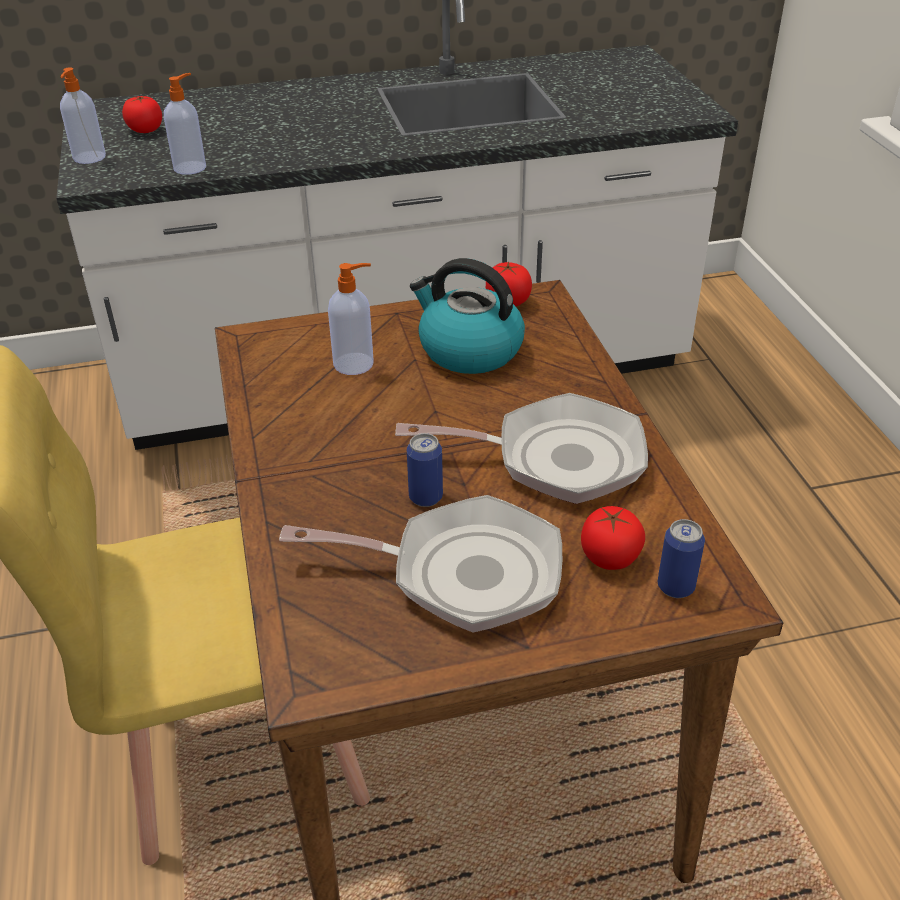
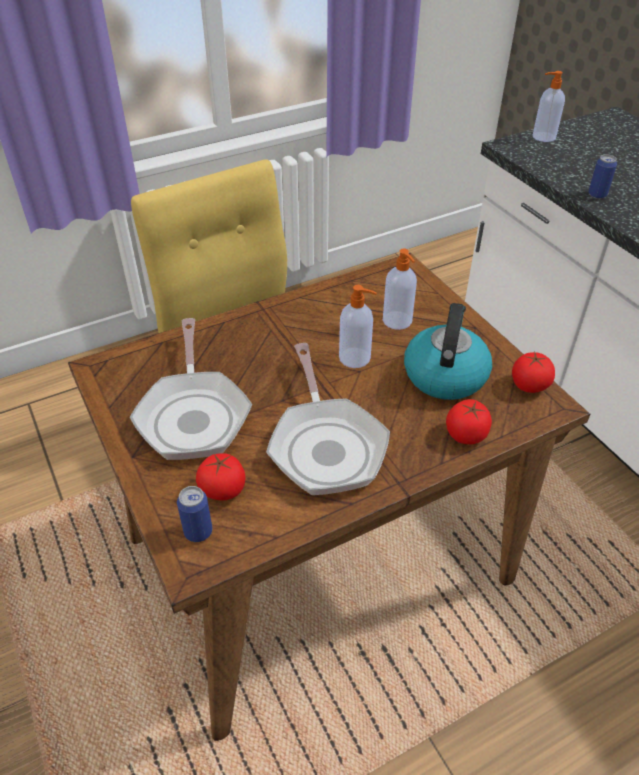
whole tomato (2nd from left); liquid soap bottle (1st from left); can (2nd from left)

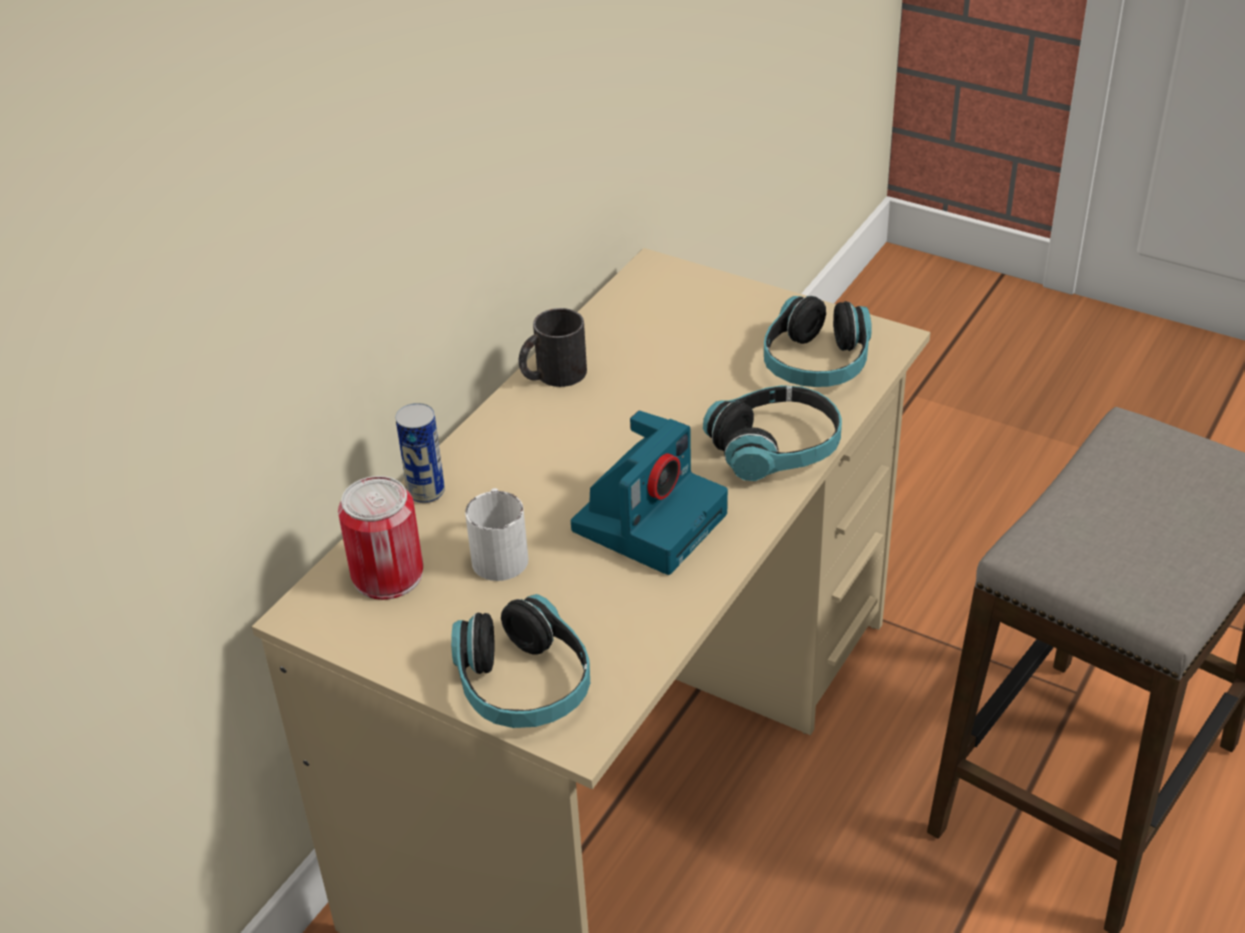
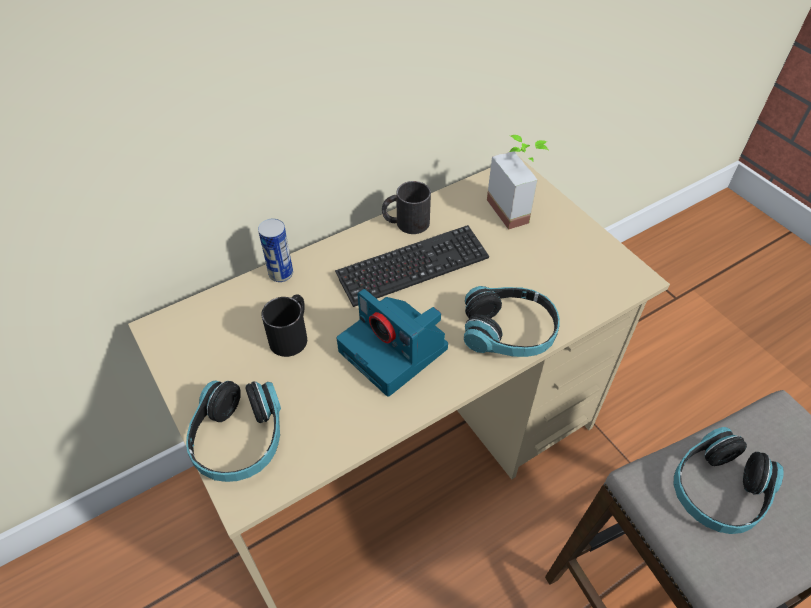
can (1st from left in the first image); computer keyboard; potted plant; pair of headphones (3rd from left); blackish tea mug (1st from left); photo camera

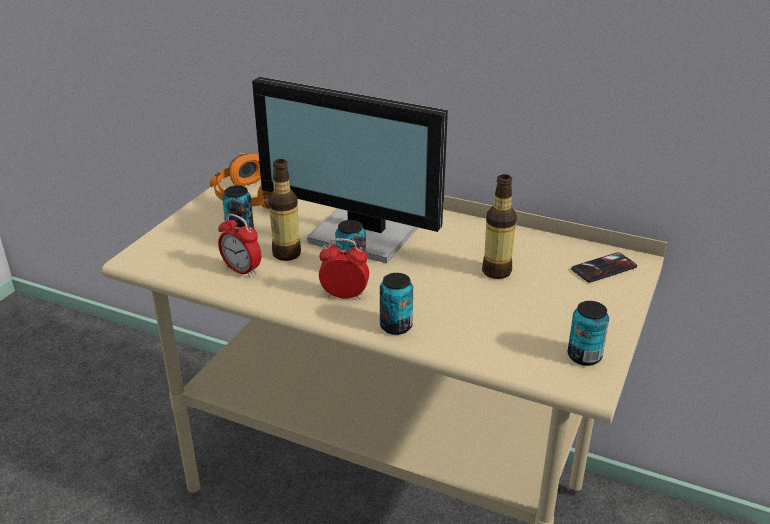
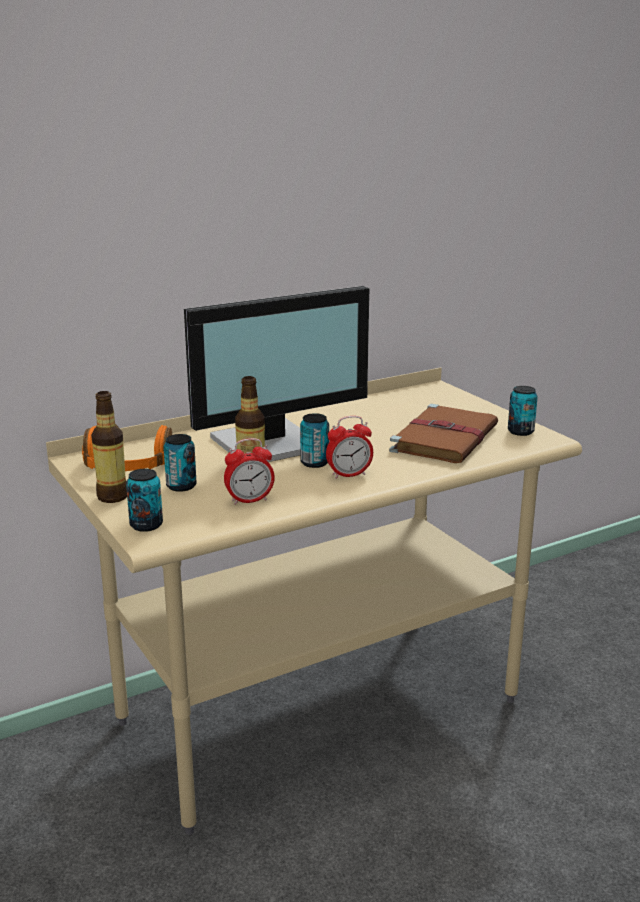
phone; brownish volume; can (1st from left); drink bottle (1st from left); table clock (2nd from left)

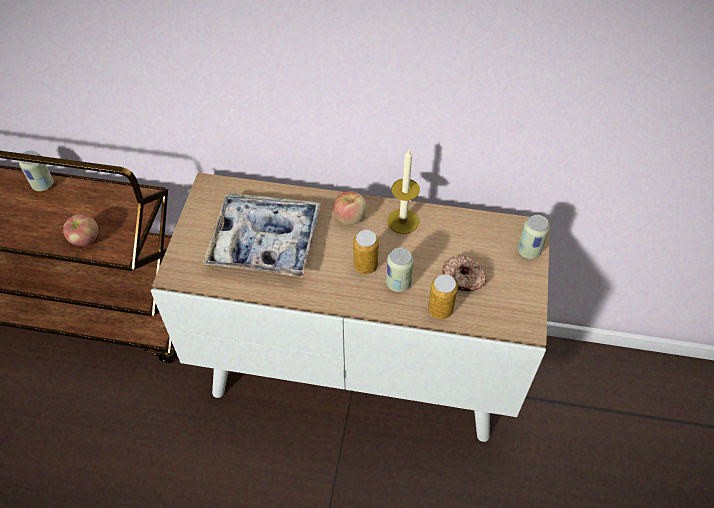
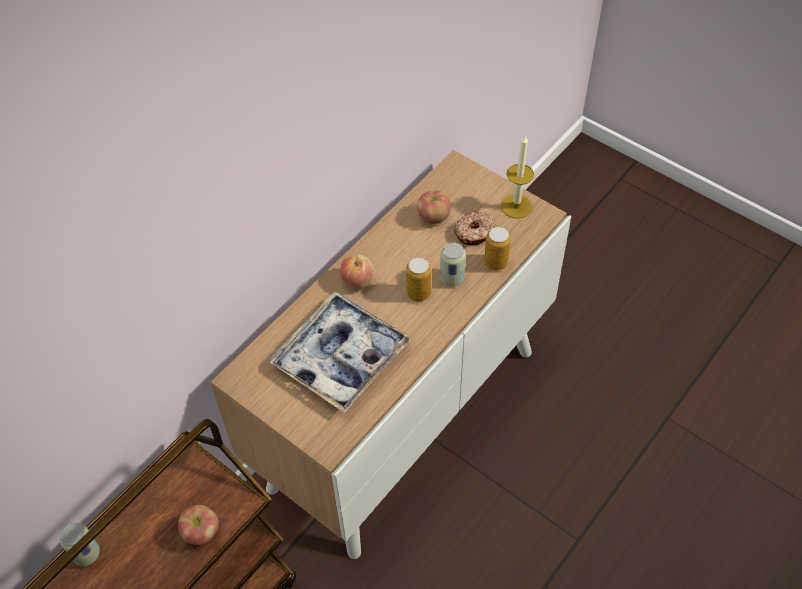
can (5th from left in the first image); whole apple (3rd from left); wax light

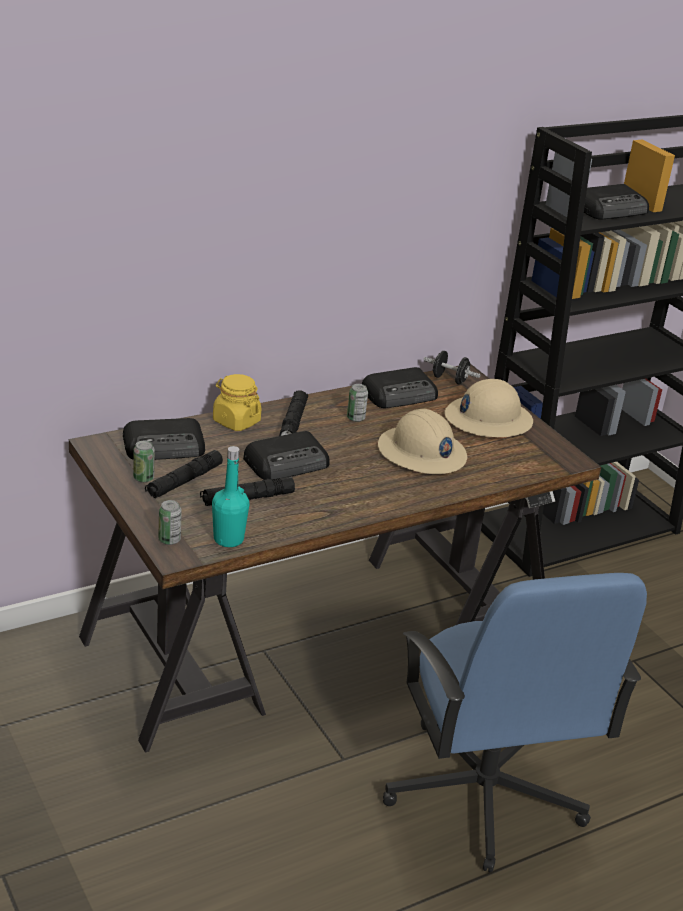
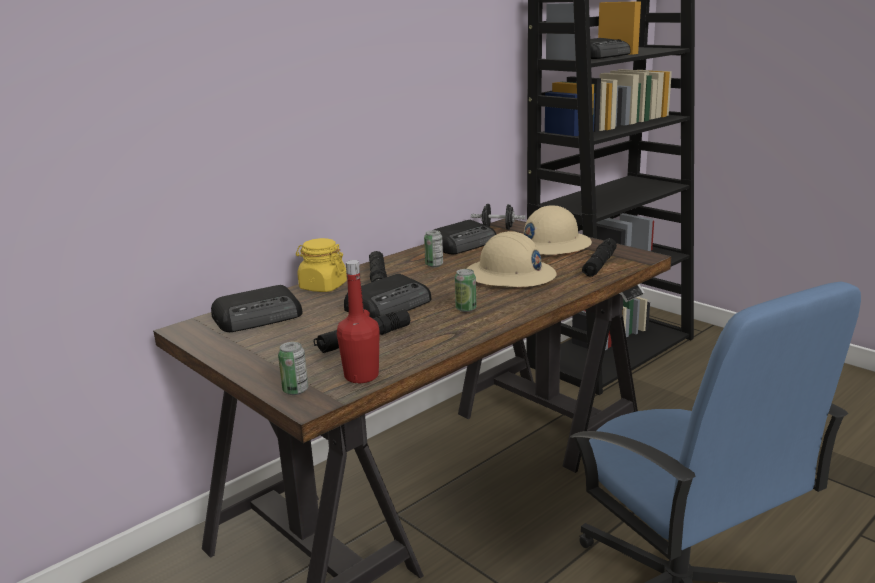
can (3rd from left); blackish torch (3rd from left); reddish drink bottle

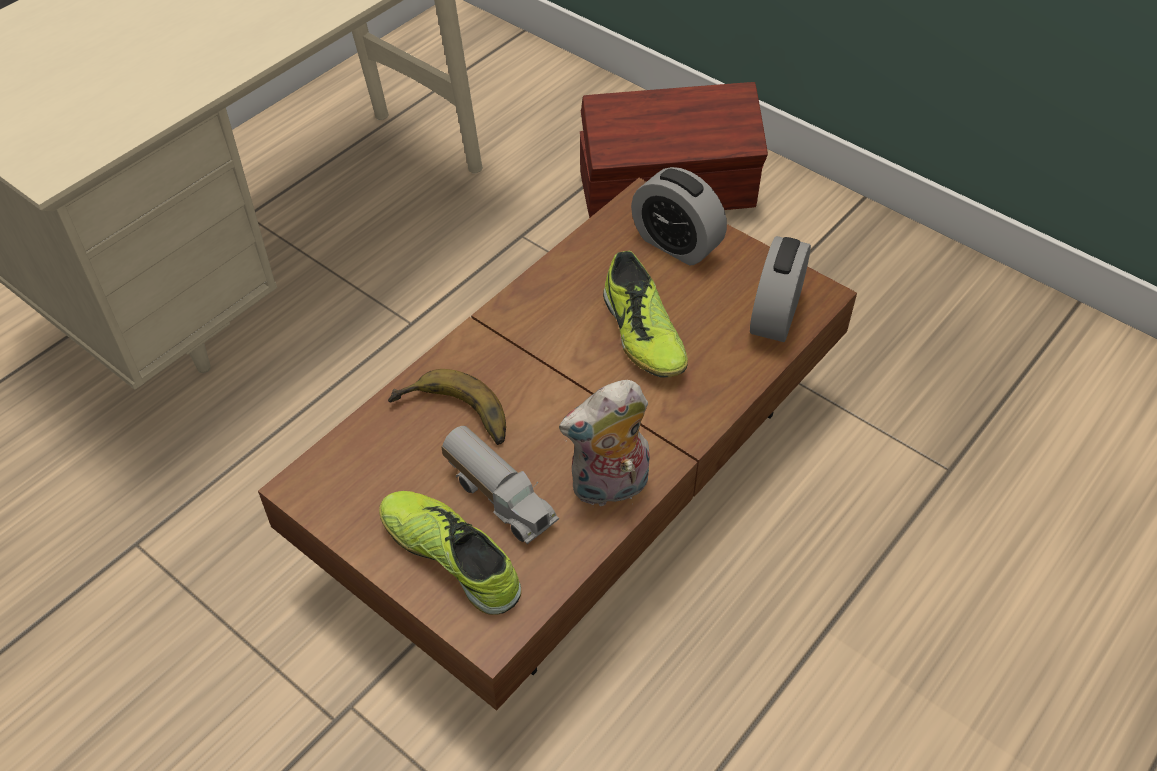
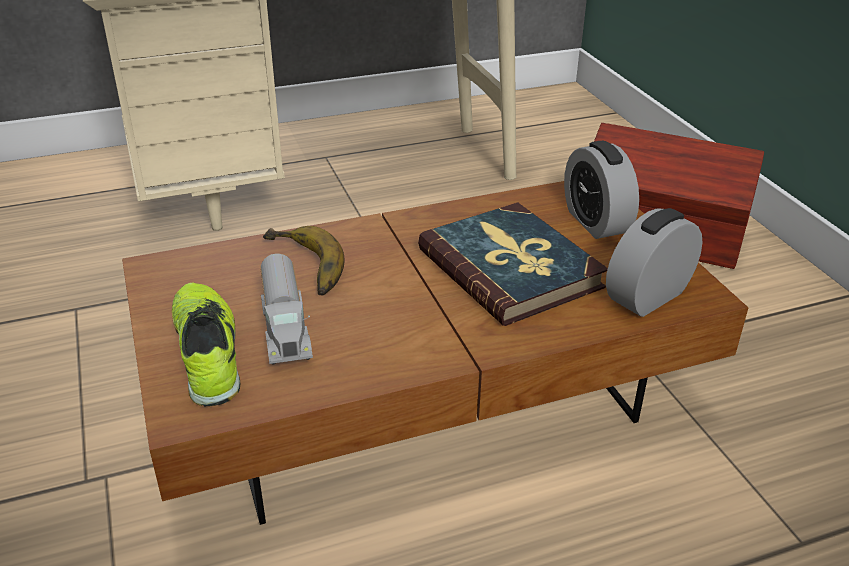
cuddly toy; volume

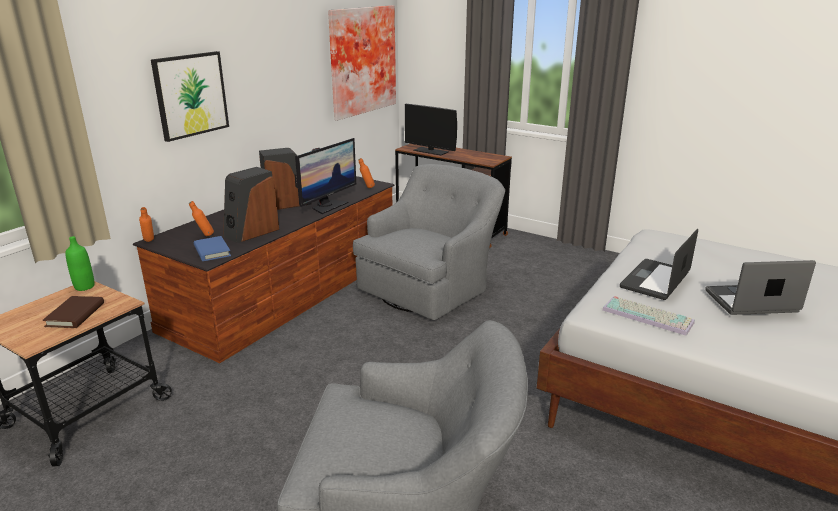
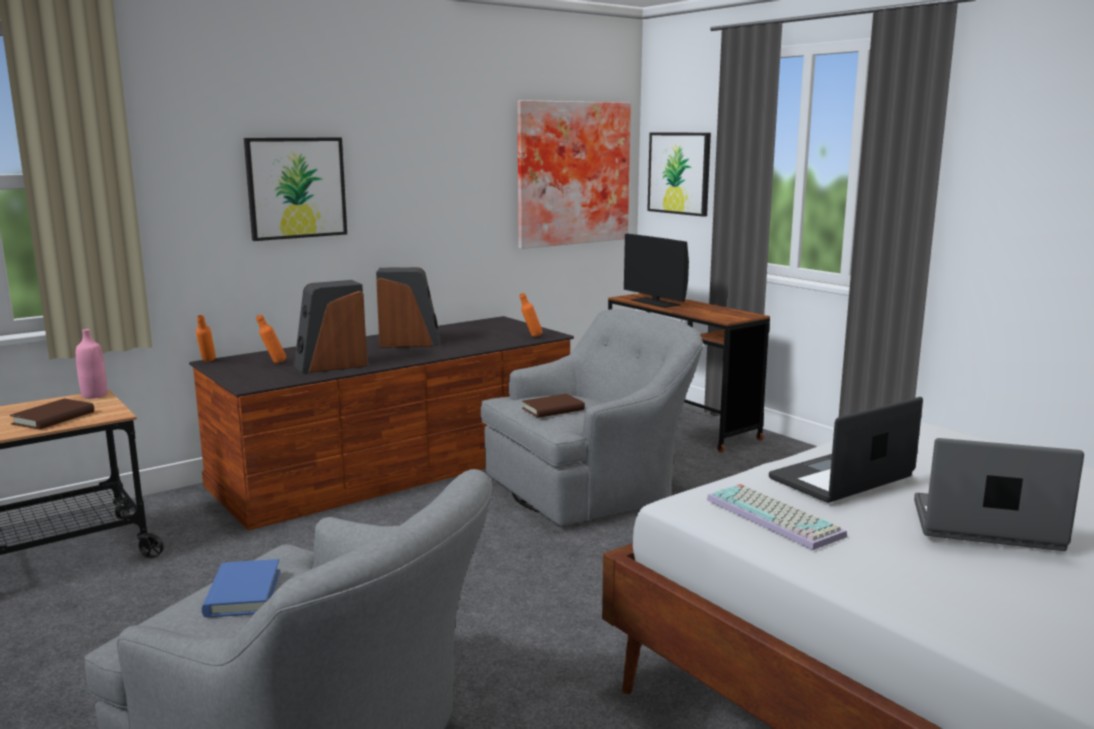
computer display (1st from left in the first image); brownish volume (2nd from left); picture (3rd from left); blue volume; pink drink bottle

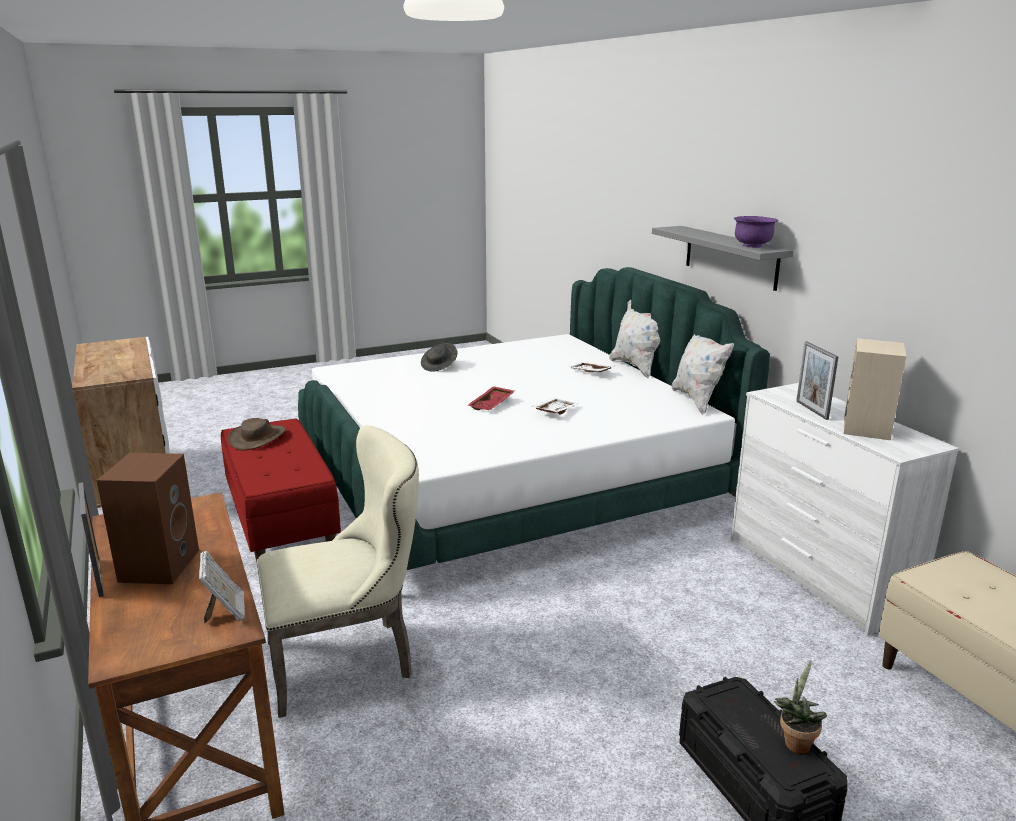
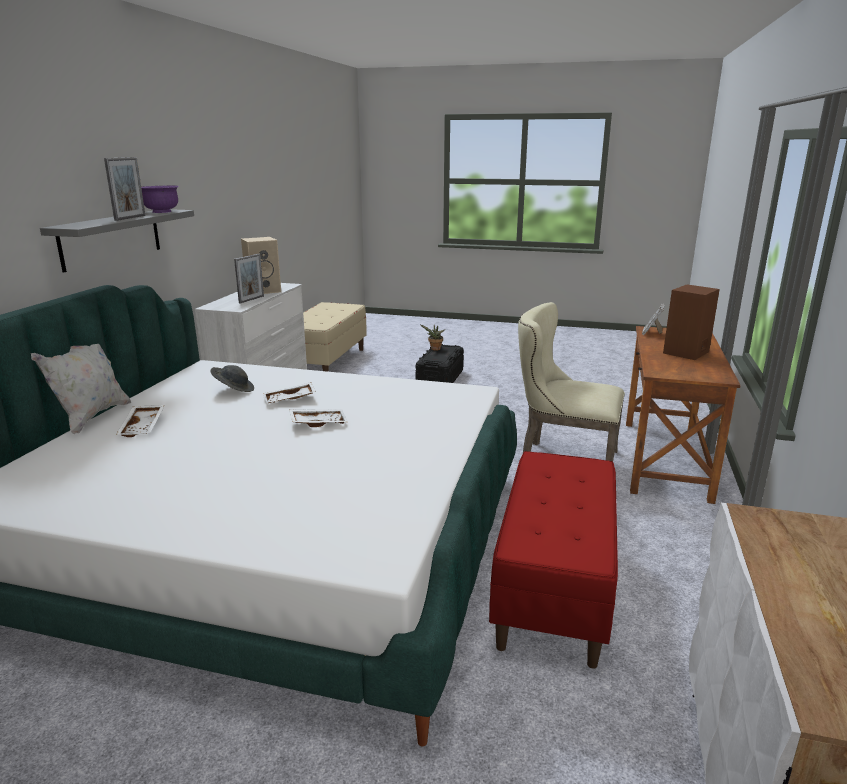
brownish hat; white cushion (2nd from left in the first image); standing frame (1st from left); gray hat; white carrying tray (3rd from left)

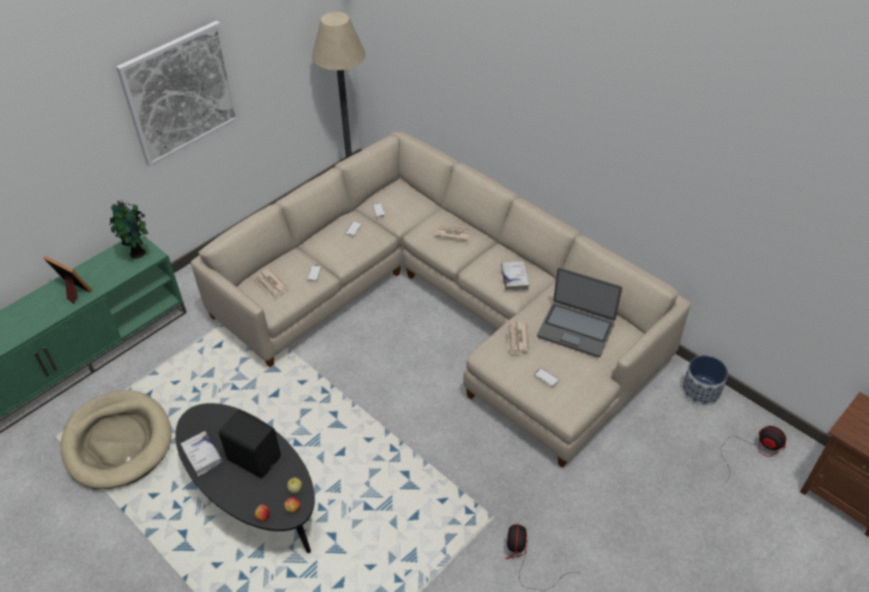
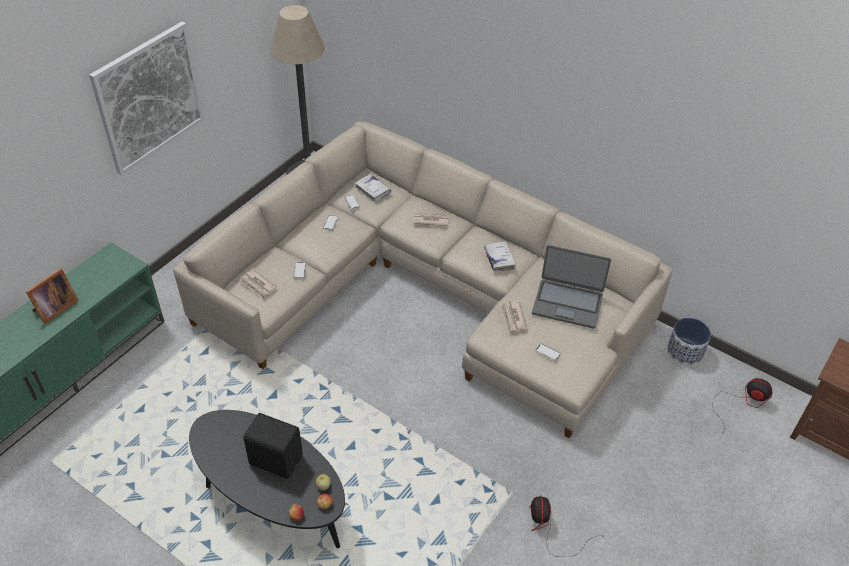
beige-coloured pet bed; potted plant; white volume (1st from left); standing frame

